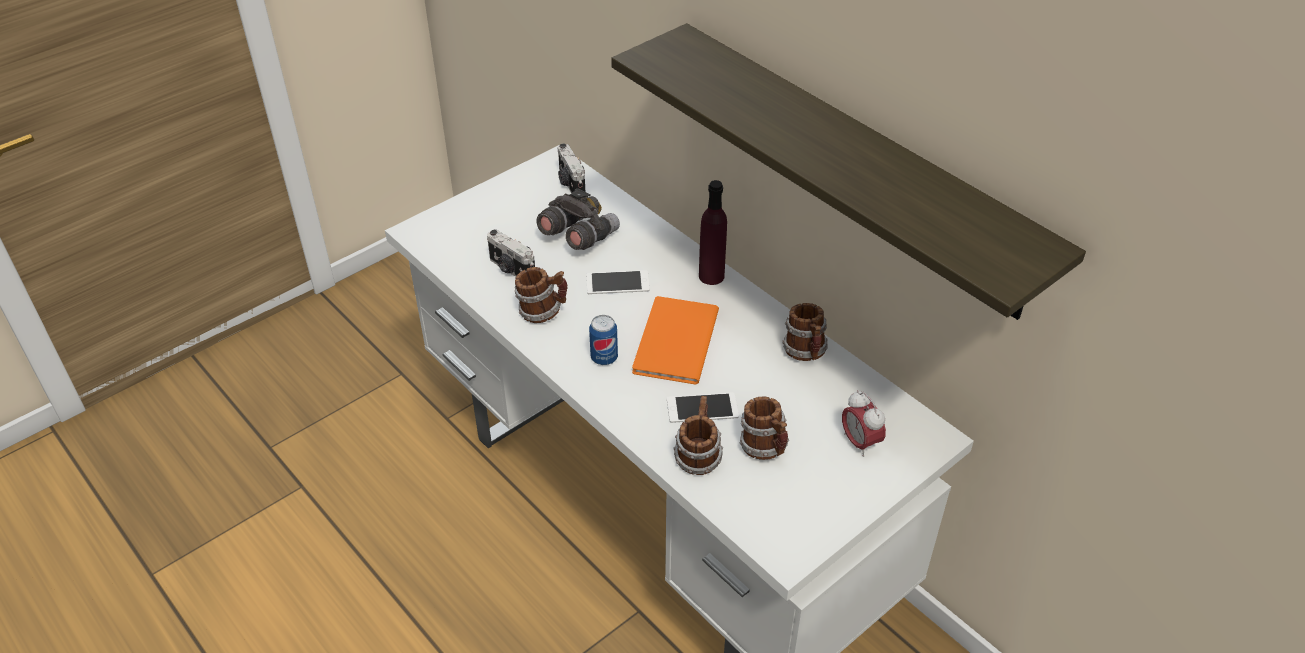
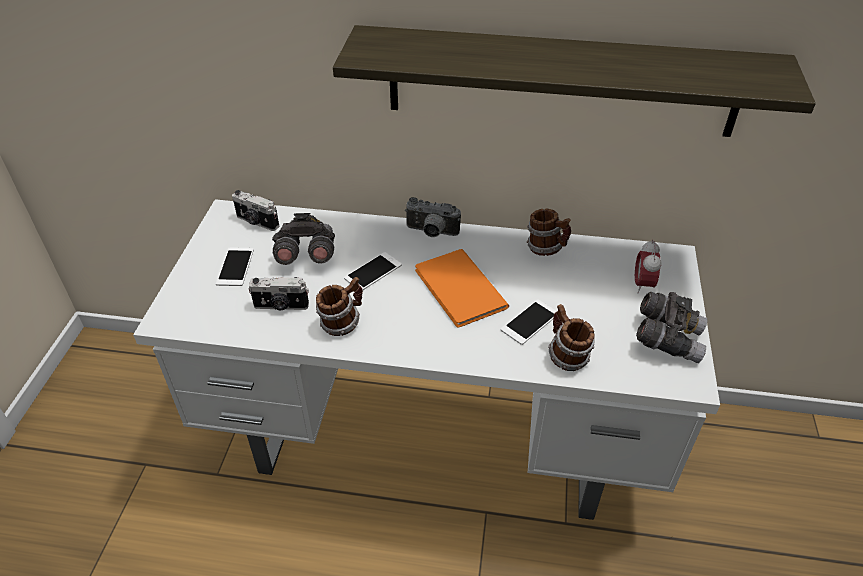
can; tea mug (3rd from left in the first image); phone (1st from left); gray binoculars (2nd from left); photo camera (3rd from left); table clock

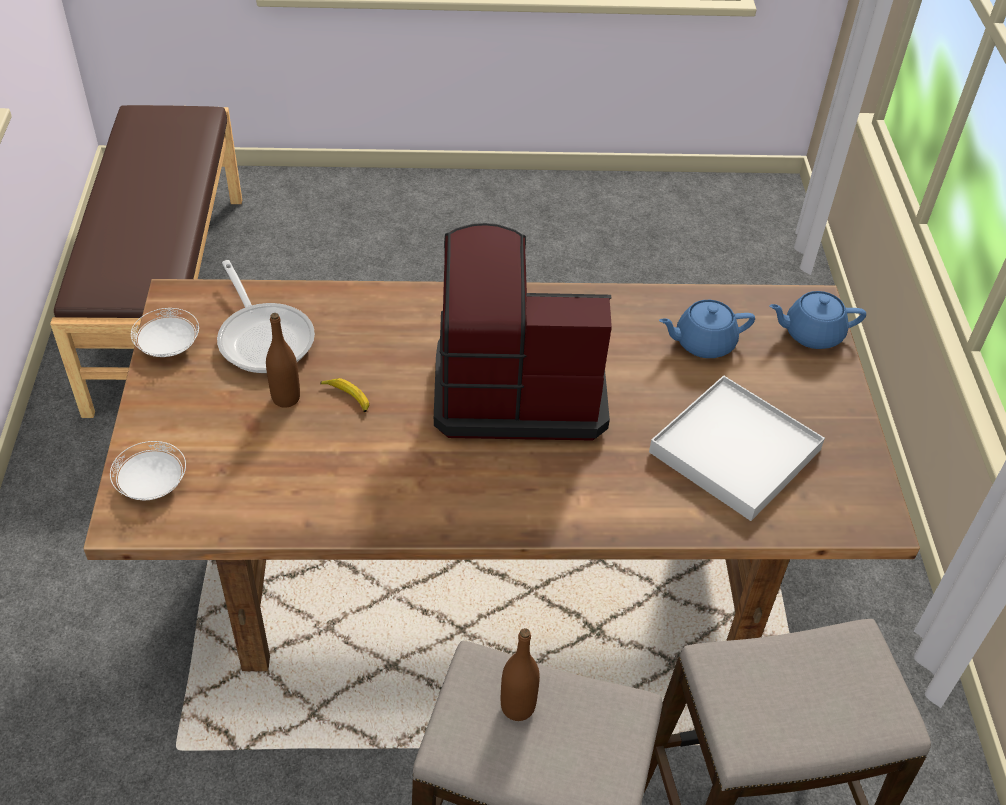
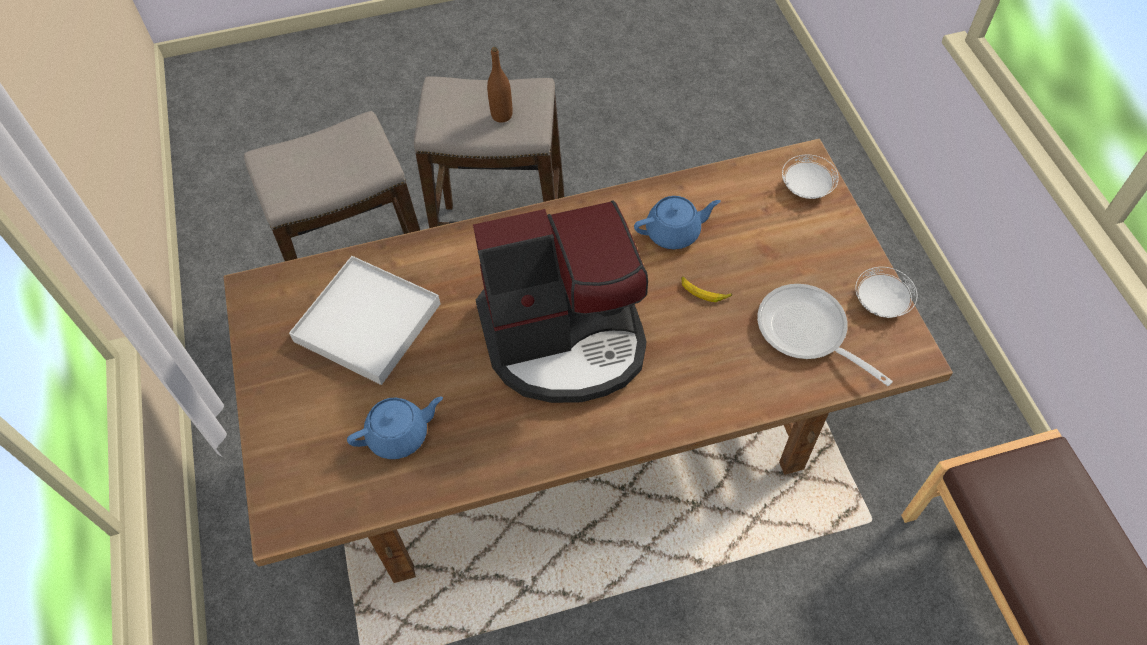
brownish drink bottle (1st from left in the first image); blue tea pot (2nd from left)

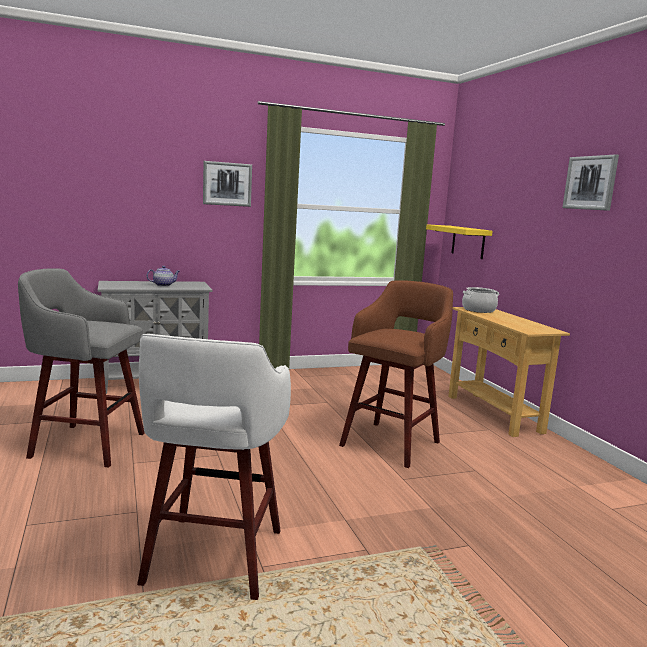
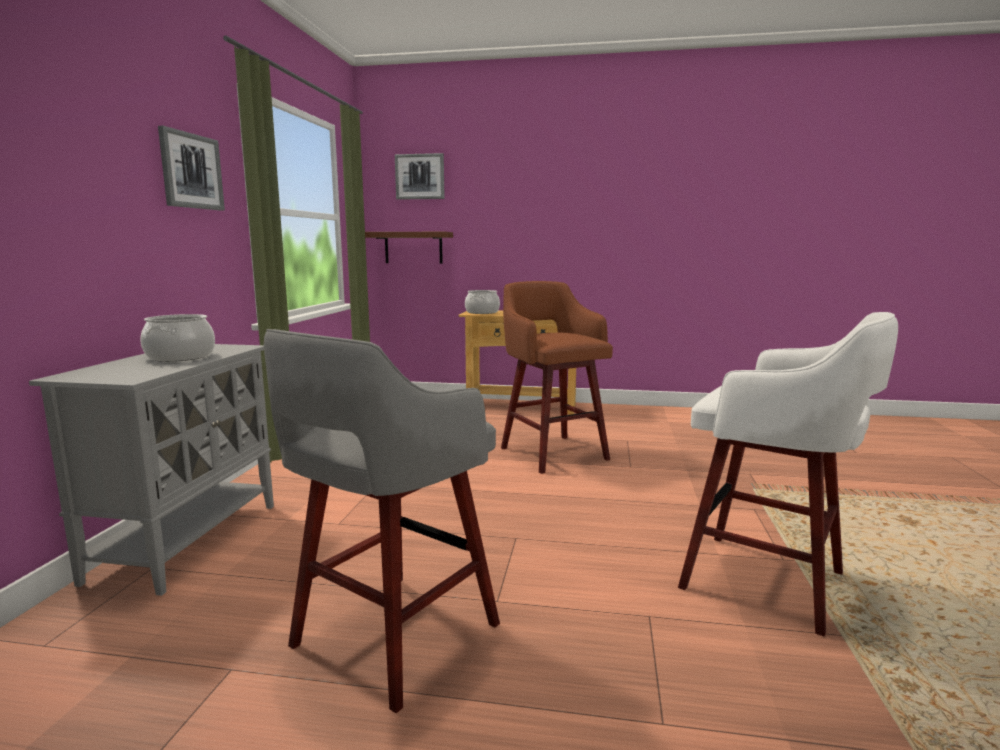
picture (2nd from left); cooking pot (1st from left); brownish wall shelf

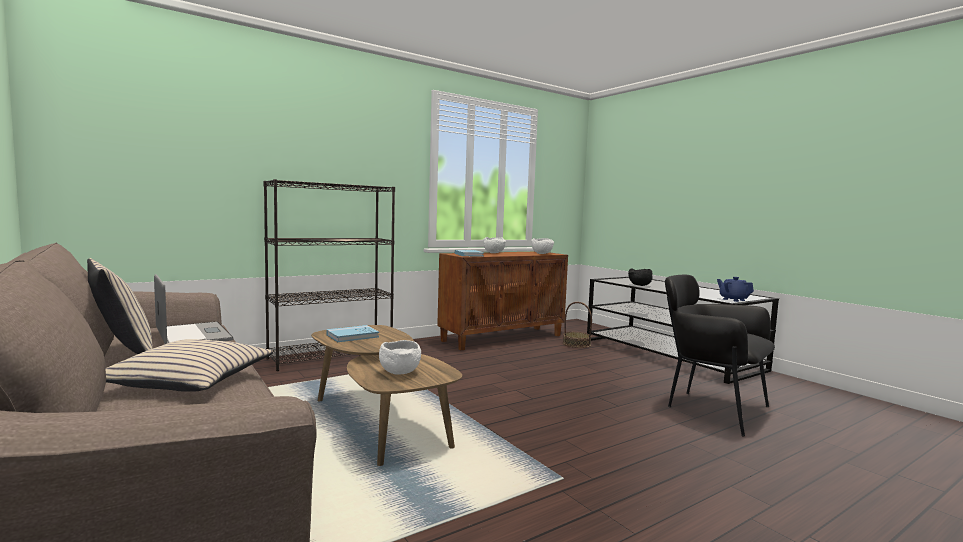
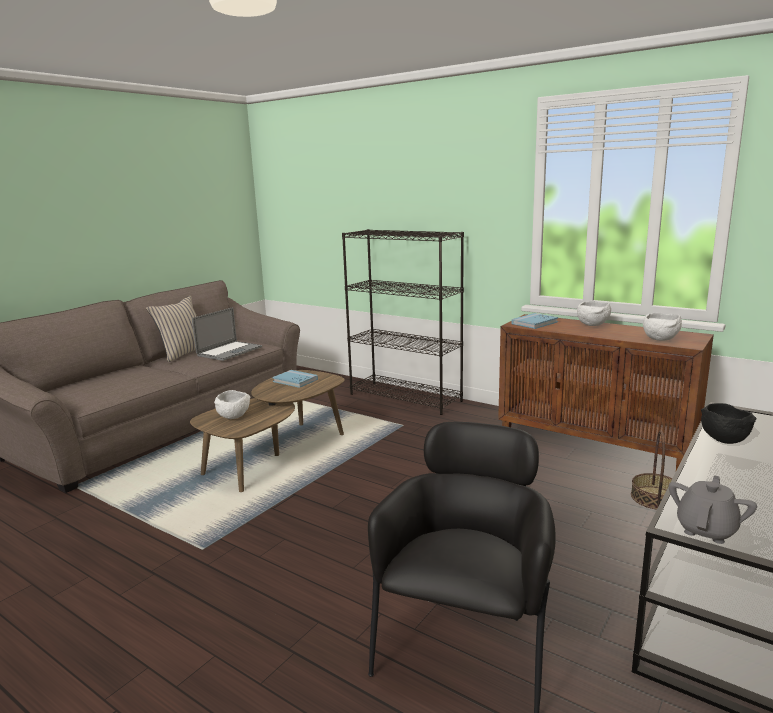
beige-coloured cushion (2nd from left in the first image); gray tea pot

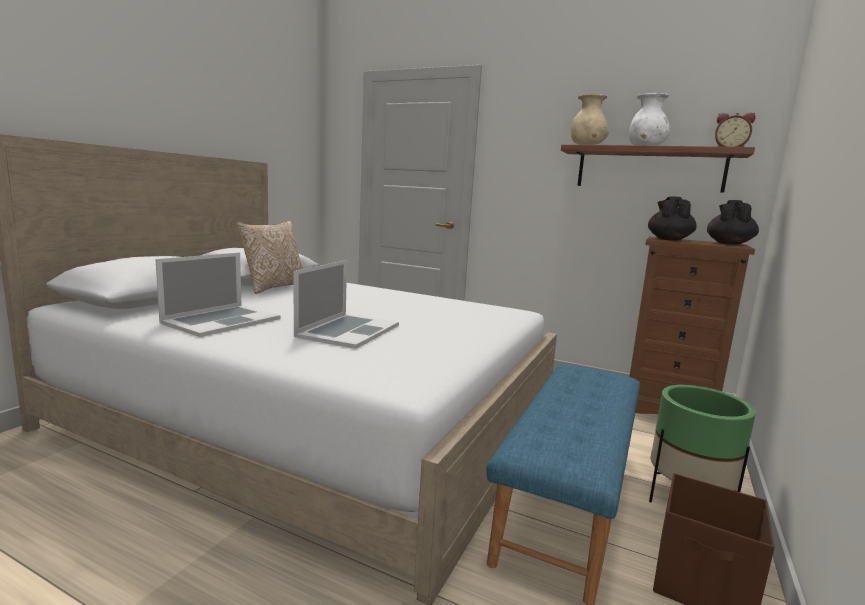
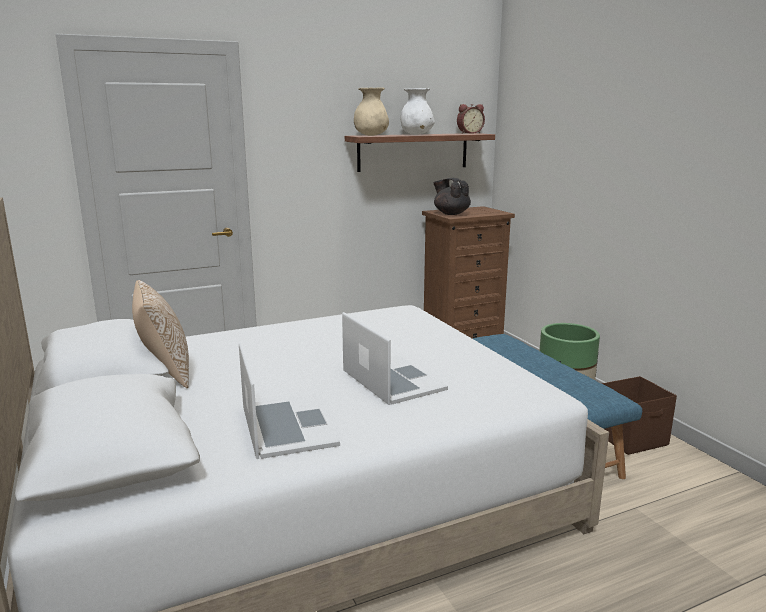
blackish tea pot (2nd from left in the first image)

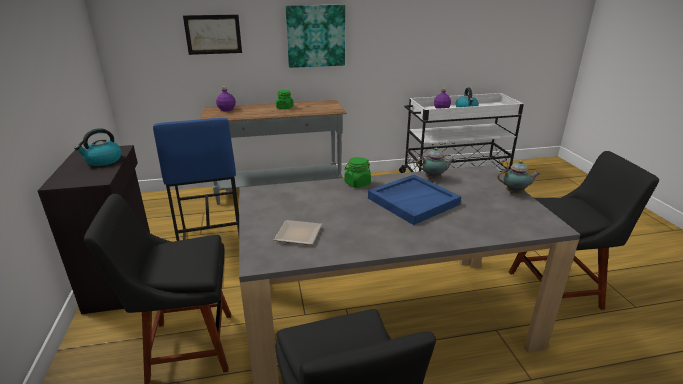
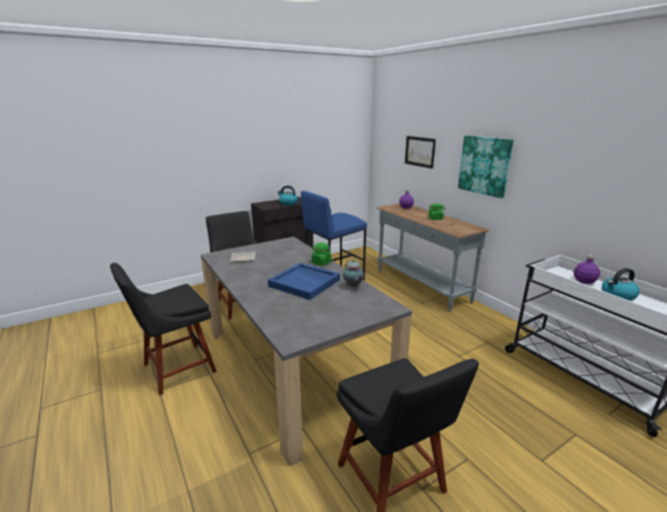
tea pot (2nd from left in the first image)

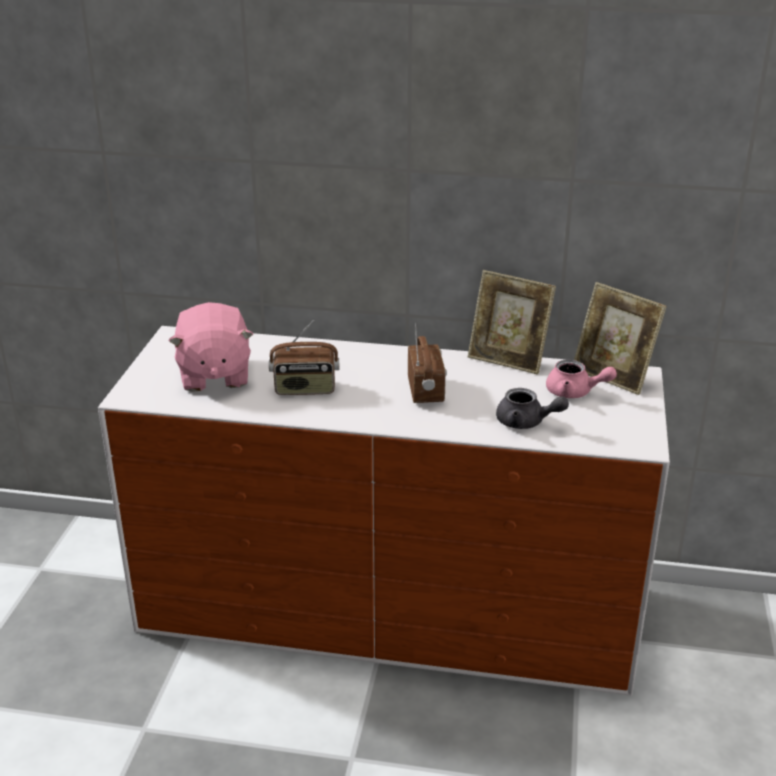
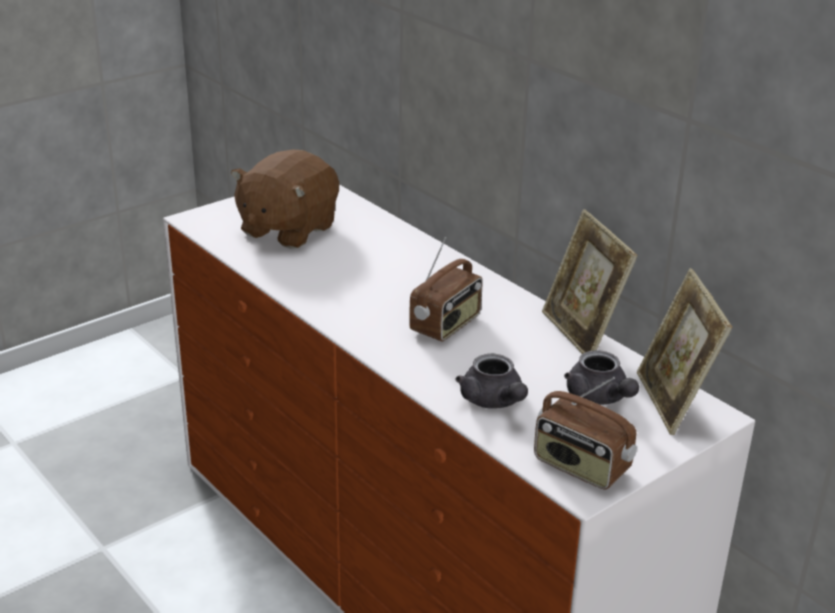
radio set (2nd from left); brownish cuddly toy; gray tea pot (2nd from left)

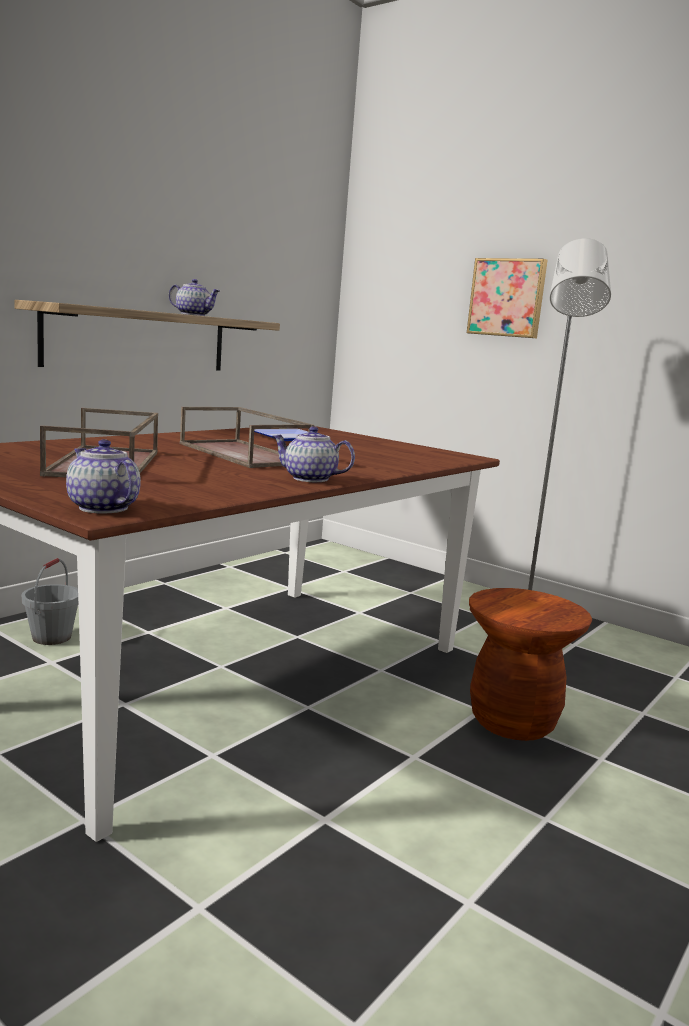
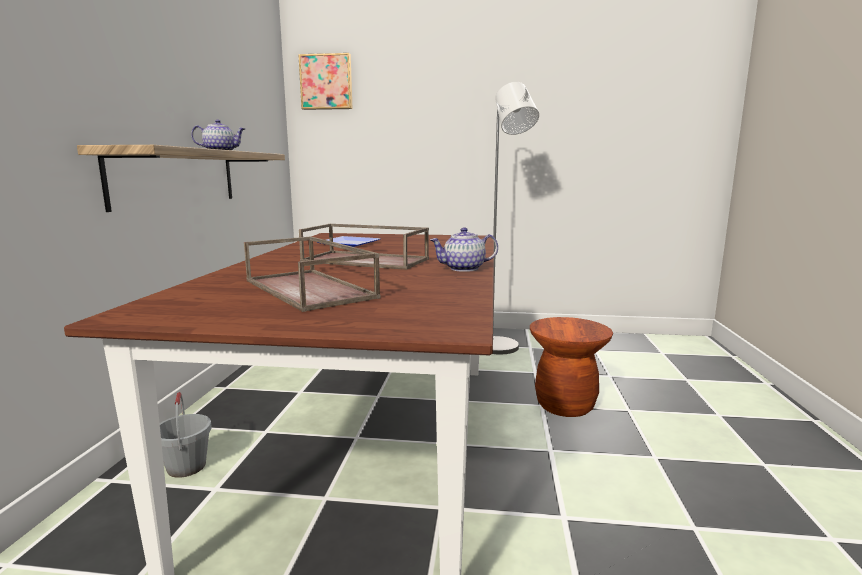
tea pot (1st from left in the first image); picture

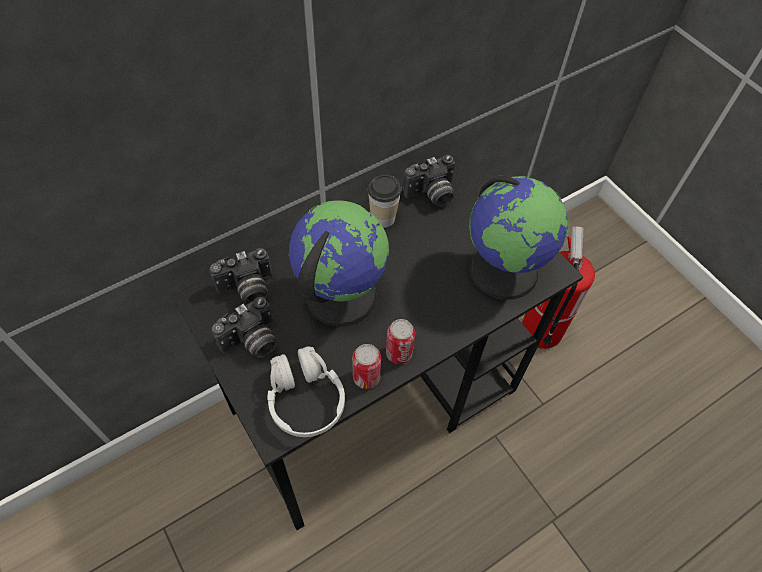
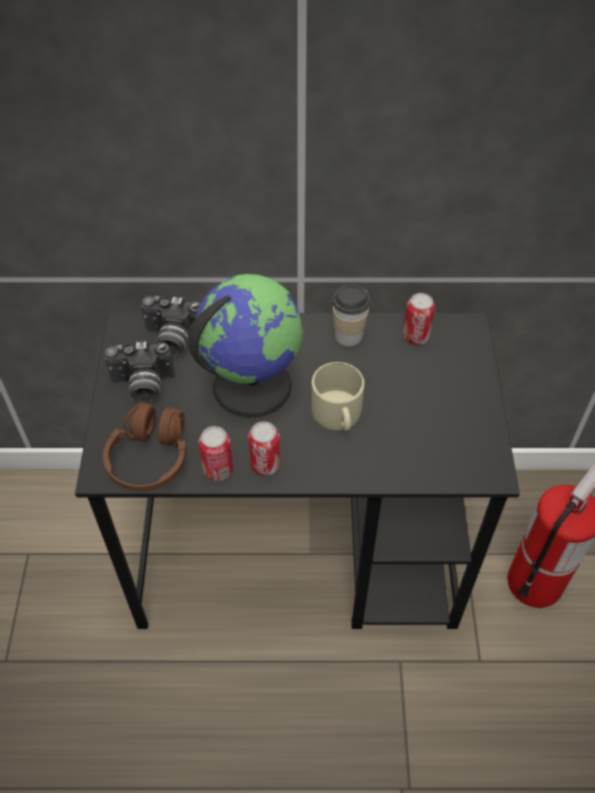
globe (2nd from left in the first image); beige-coloured tea mug; can (3rd from left); brownish pair of headphones

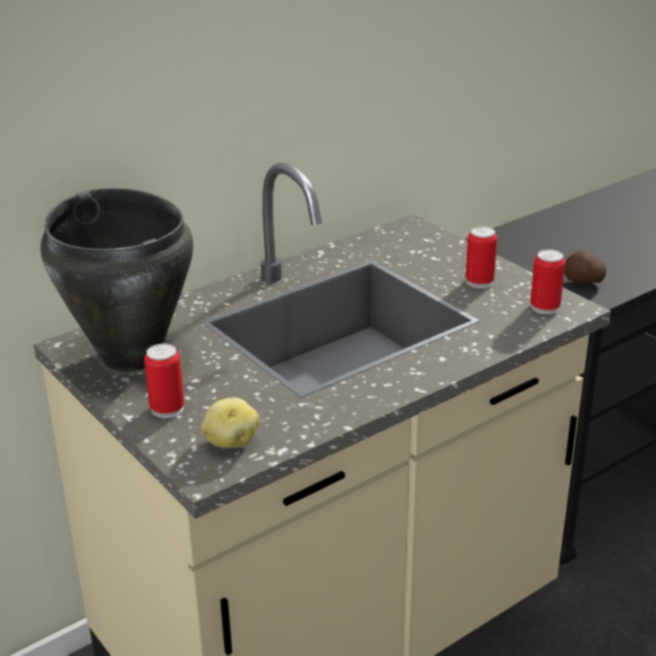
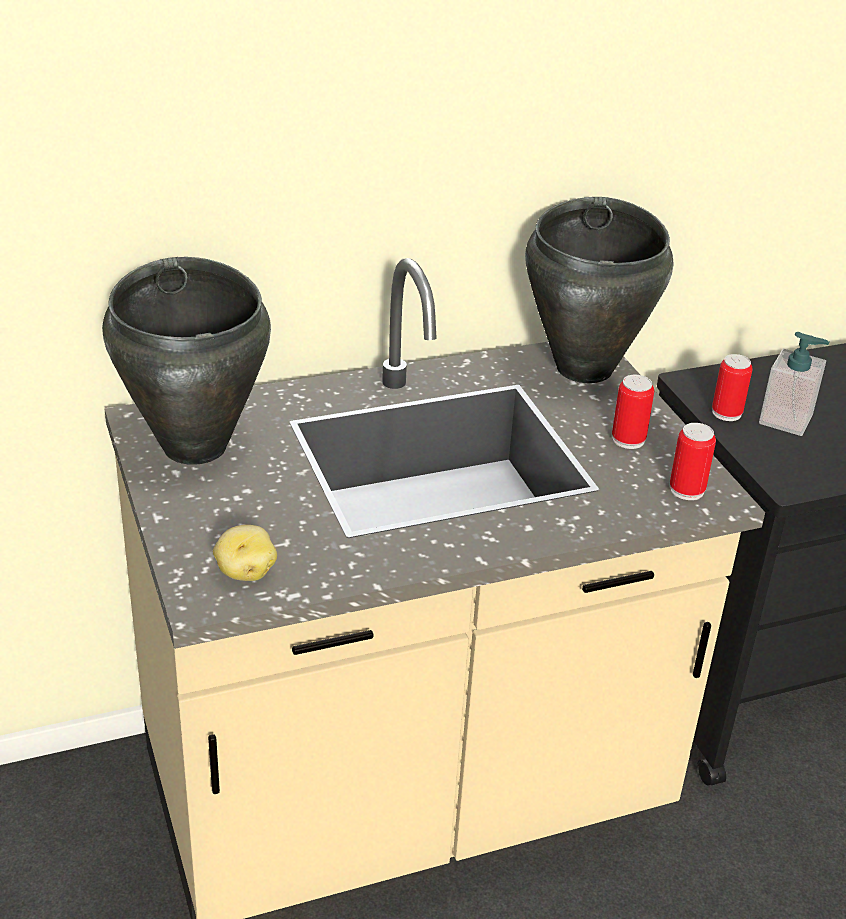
potato (2nd from left in the first image); blackish cooking pot (2nd from left); liquid soap bottle; can (3rd from left)

